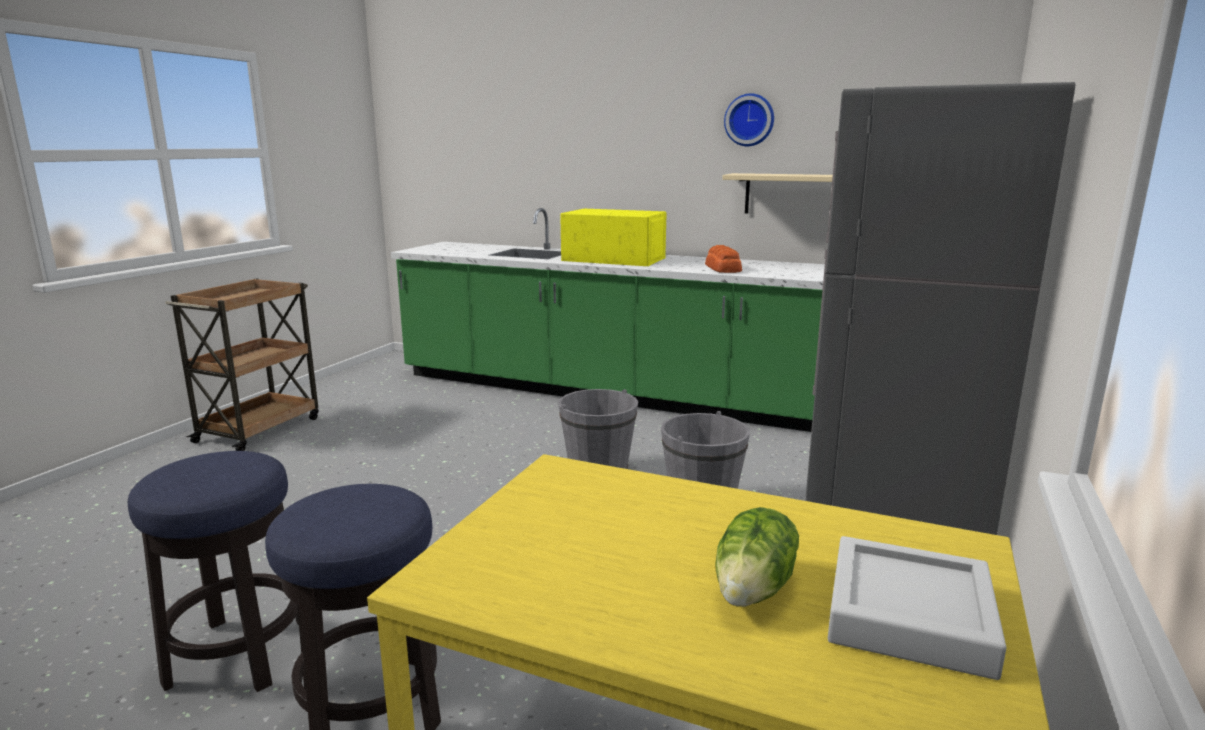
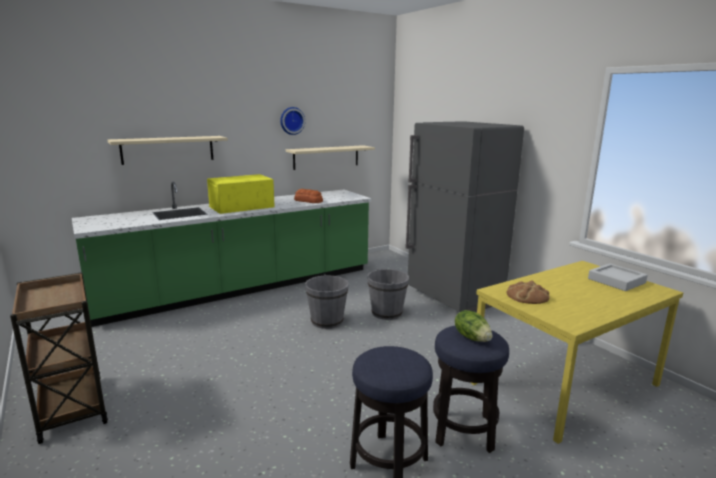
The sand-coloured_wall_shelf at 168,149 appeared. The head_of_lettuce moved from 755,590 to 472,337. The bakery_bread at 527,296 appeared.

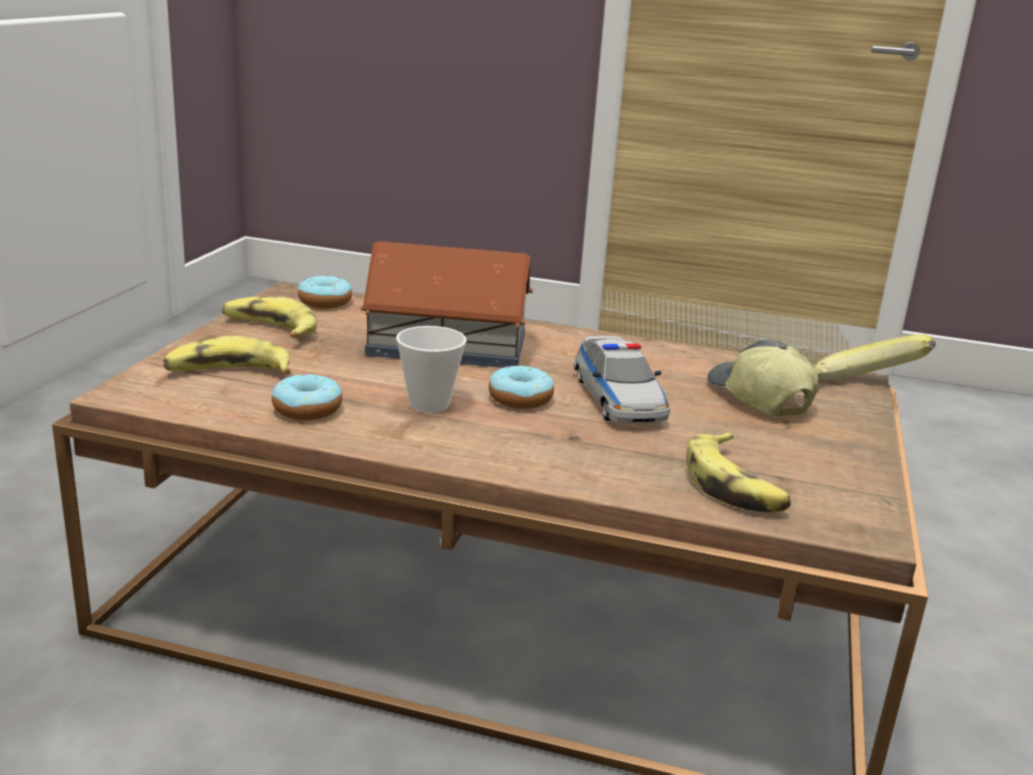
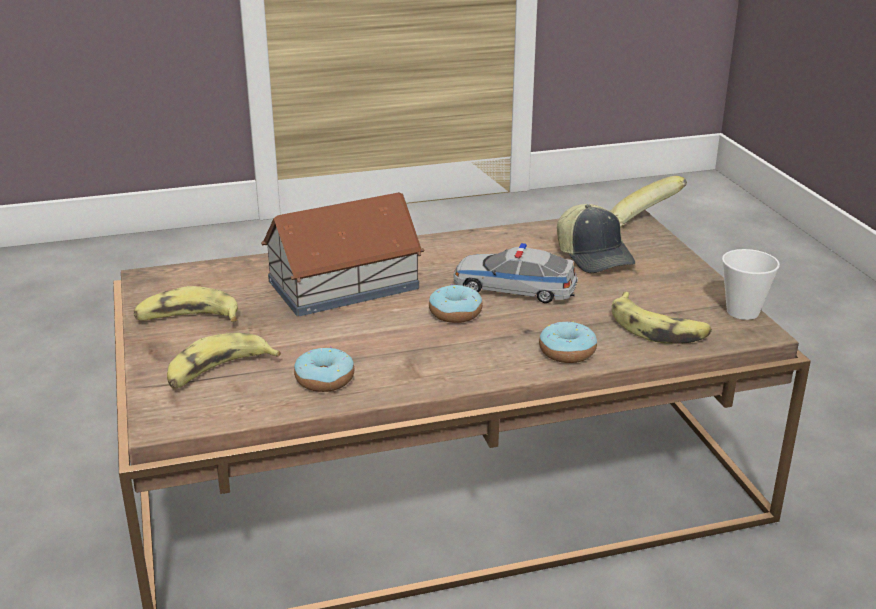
The model_car at 618,398 turned 150 degrees clockwise. The ring_doughnut moved from 325,302 to 567,352. The baseball_cap at 757,398 turned 150 degrees counterclockwise. The small_cup moved from 429,404 to 742,312.

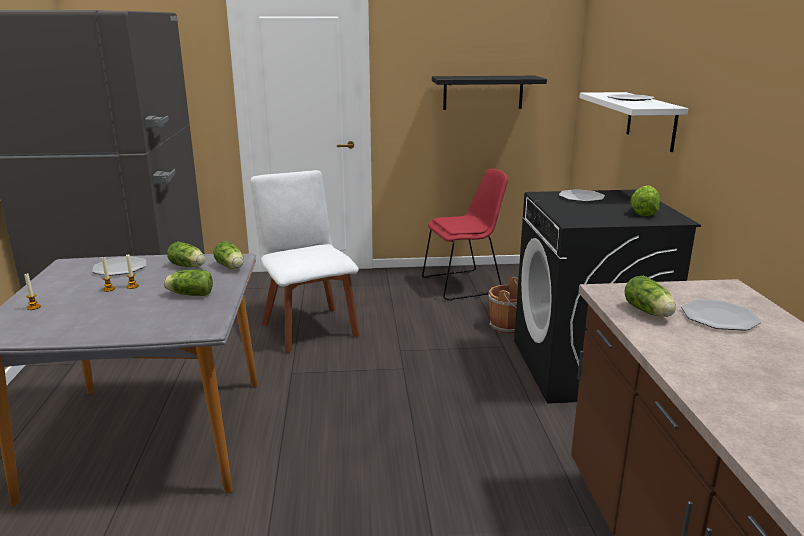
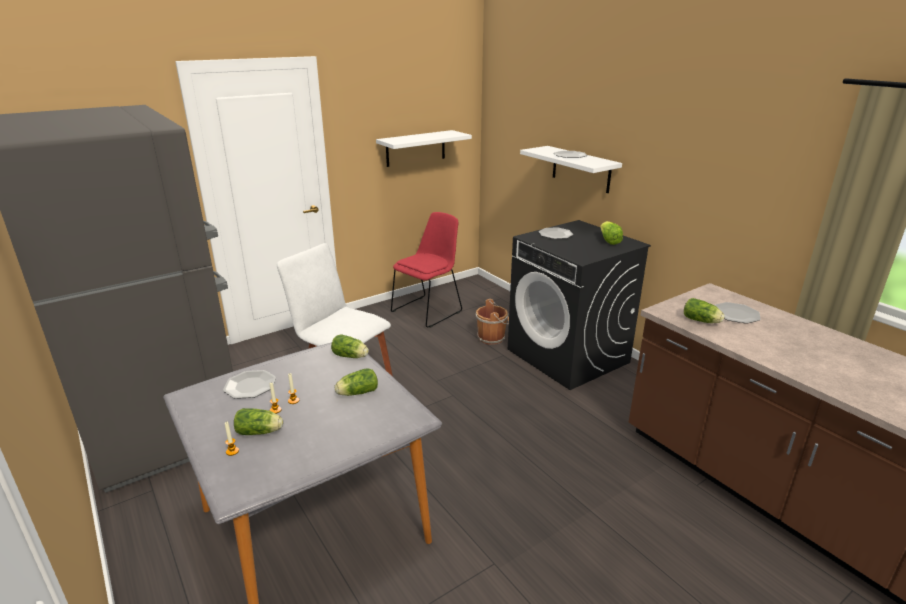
The head_of_lettuce moved from 188,266 to 260,432. The black_wall_shelf at 483,92 became the white_wall_shelf at 415,148.

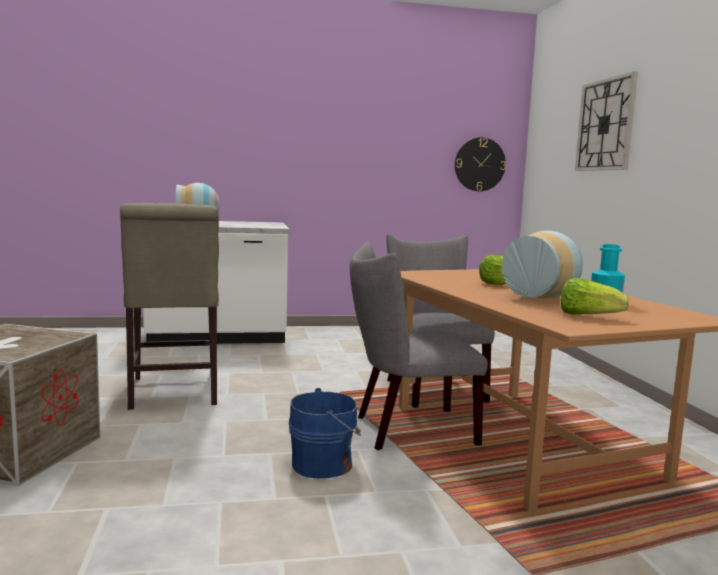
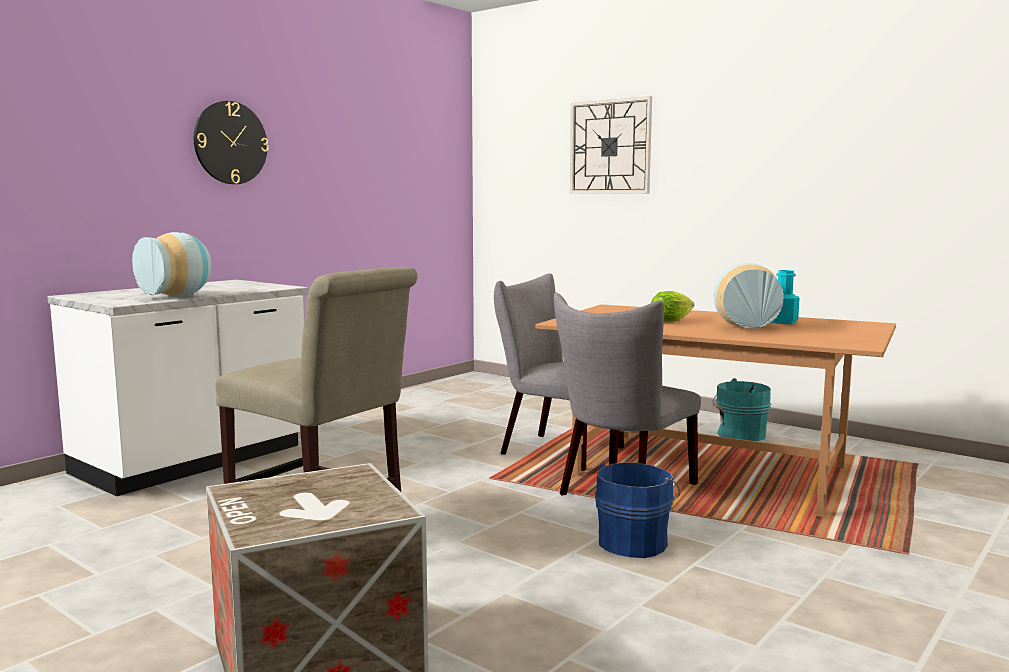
The clock_on_the_wall moved from 479,164 to 230,143. The blue-green_bucket at 738,435 appeared. The head_of_lettuce at 587,316 disappeared.

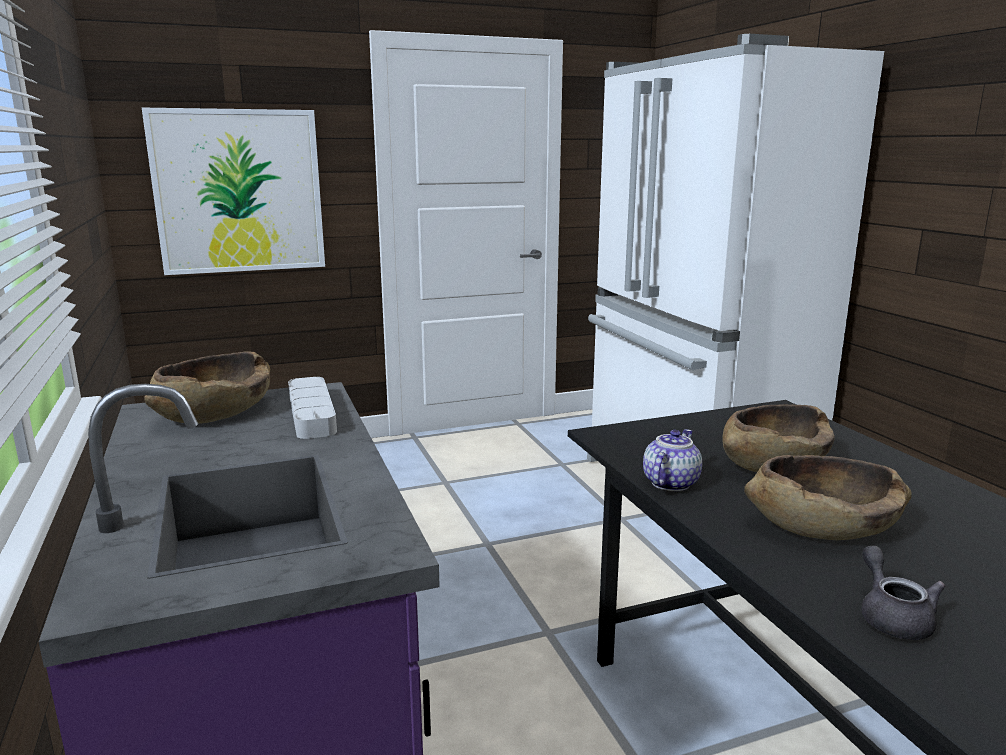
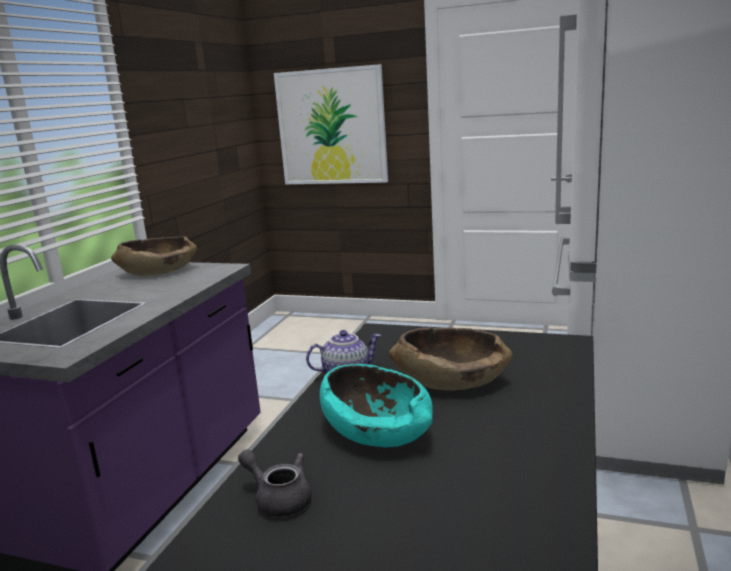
The greyish_teapot at 892,616 turned 90 degrees counterclockwise. The brown_deep_dish at 822,526 became the blue-green_deep_dish at 377,431. The greyish_carrying_tray at 311,413 disappeared.

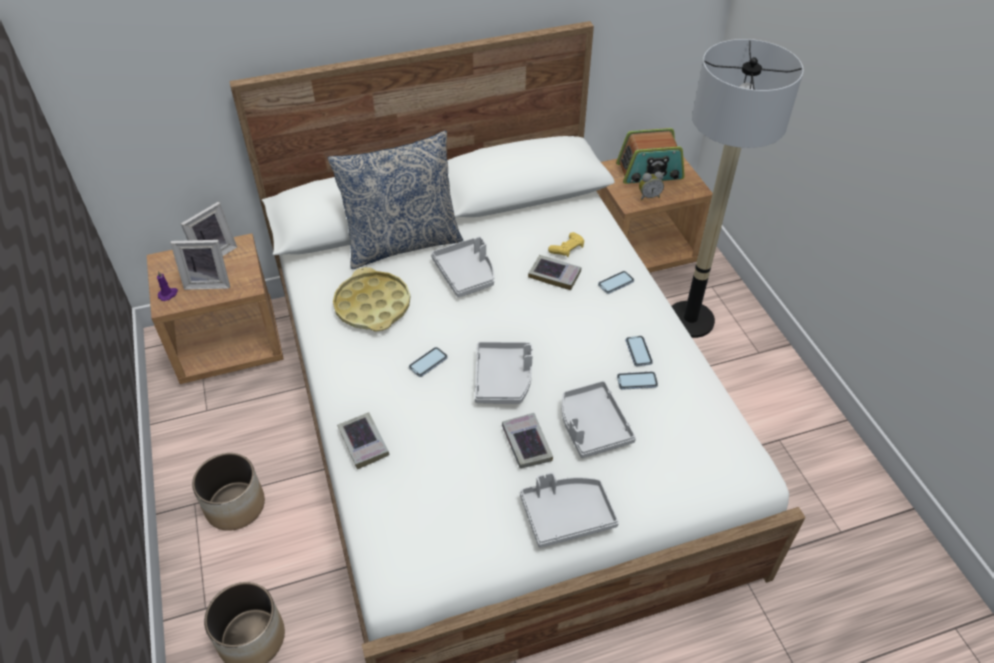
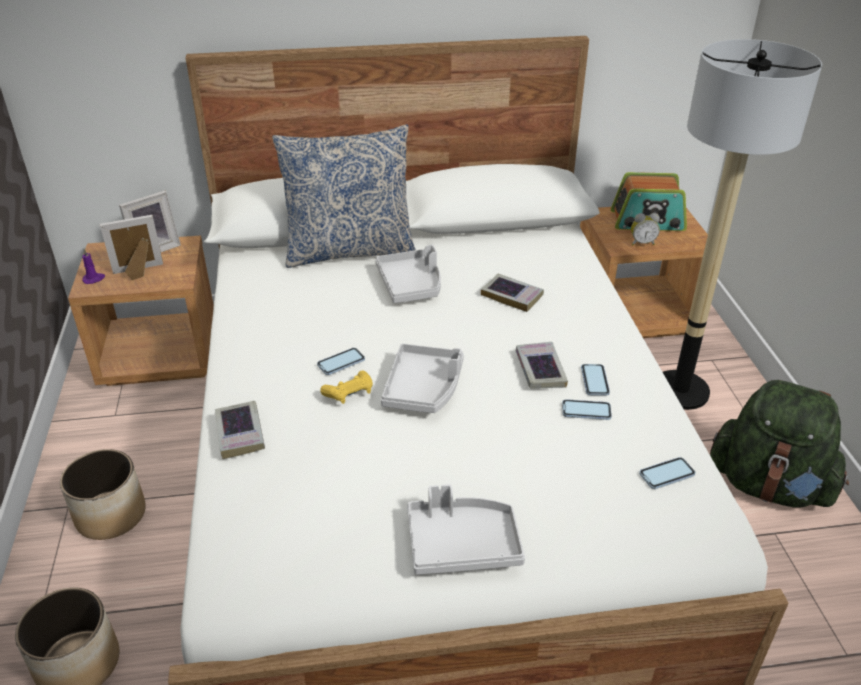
The picture_frame at 208,282 turned 150 degrees clockwise. The yellowish_game_controller moved from 567,249 to 349,393. The book moved from 526,443 to 540,370. The telephone moved from 615,283 to 666,474. The greenish_knapsack at 768,485 appeared. The yellowish_carrying_tray at 372,306 disappeared. The greyish_carrying_tray at 592,426 disappeared.

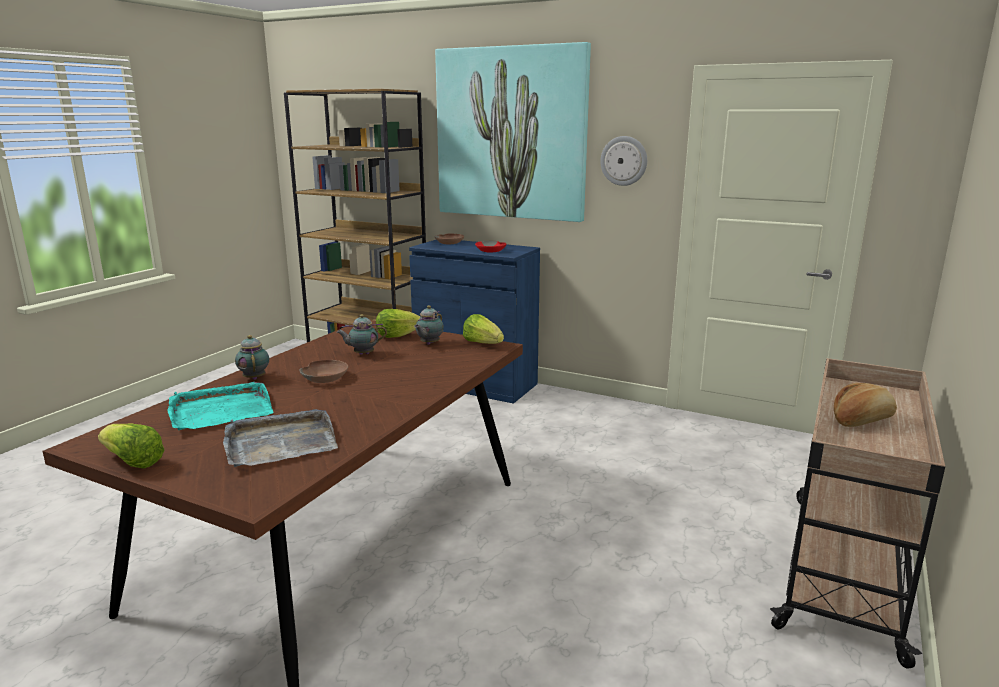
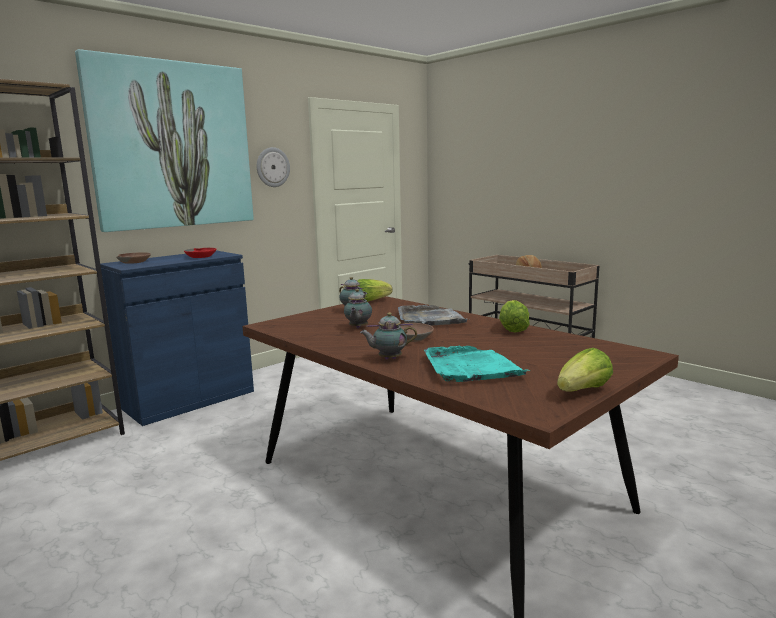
The greyish_carrying_tray moved from 279,442 to 430,319. The head_of_lettuce moved from 397,336 to 512,329.

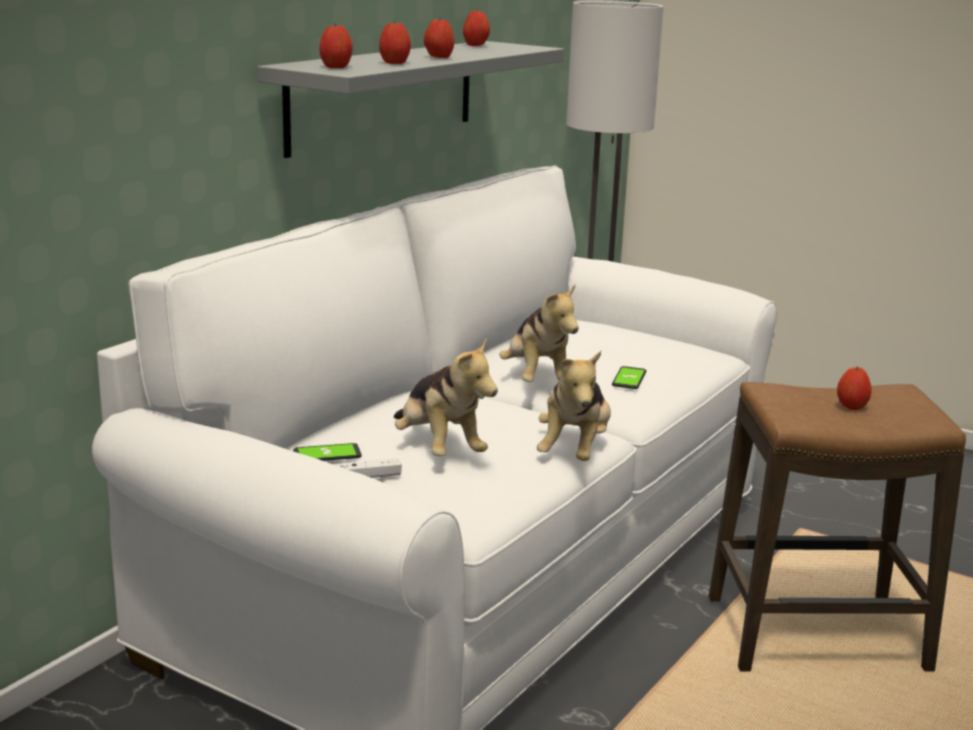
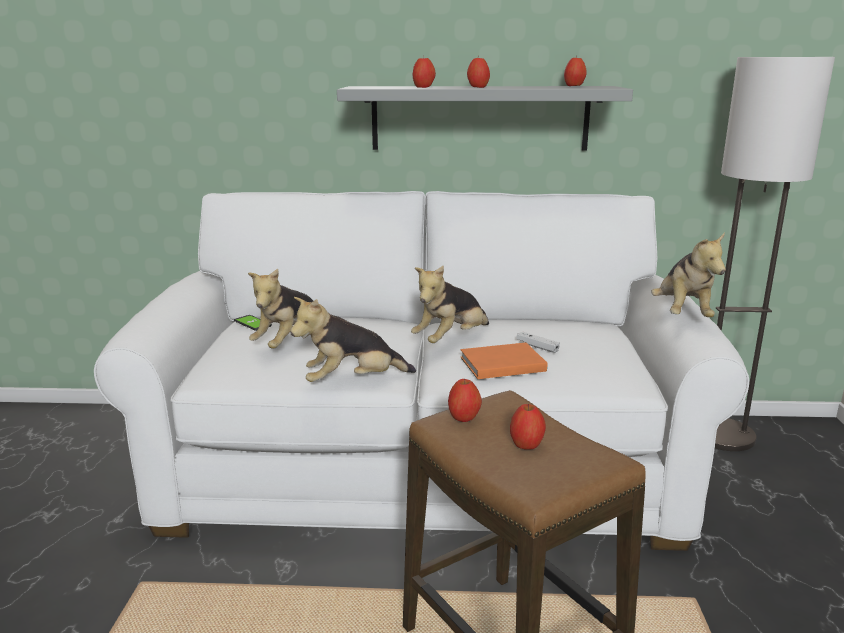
The whole_apple moved from 336,67 to 464,418. The telephone at 629,379 was replaced by the orange-coloured_book at 500,364. The white_game_controller moved from 367,477 to 537,347. The soft_toy at 682,314 appeared.

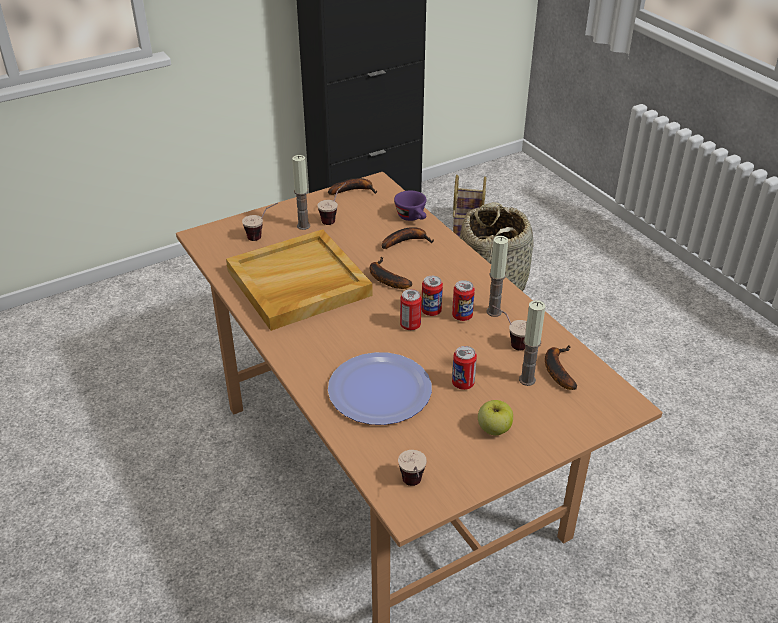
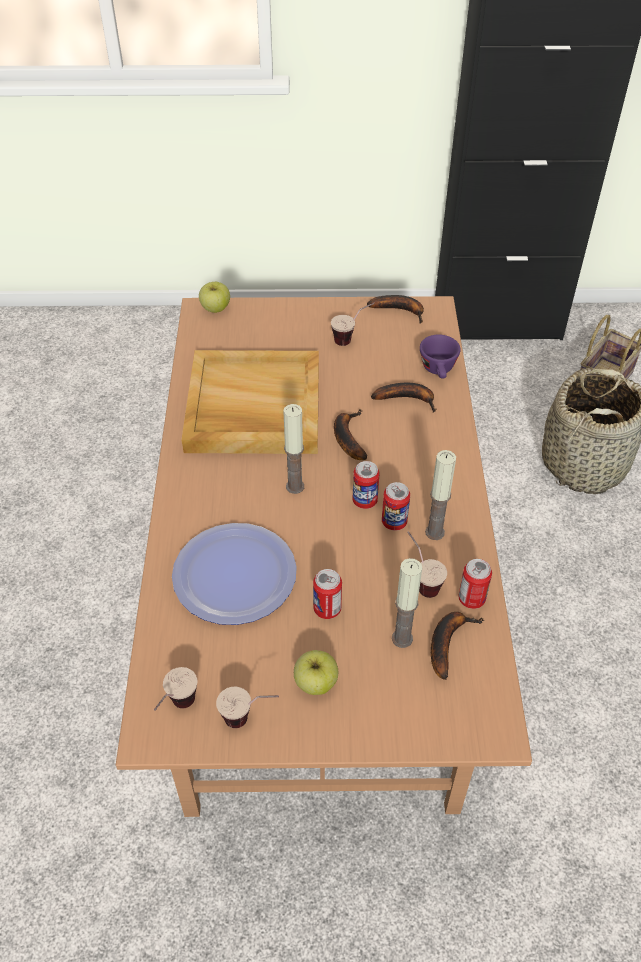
The whole_apple at 215,308 appeared. The small_cup moved from 262,235 to 250,719. The wax_light moved from 303,226 to 295,486. The can moved from 410,325 to 471,599.

